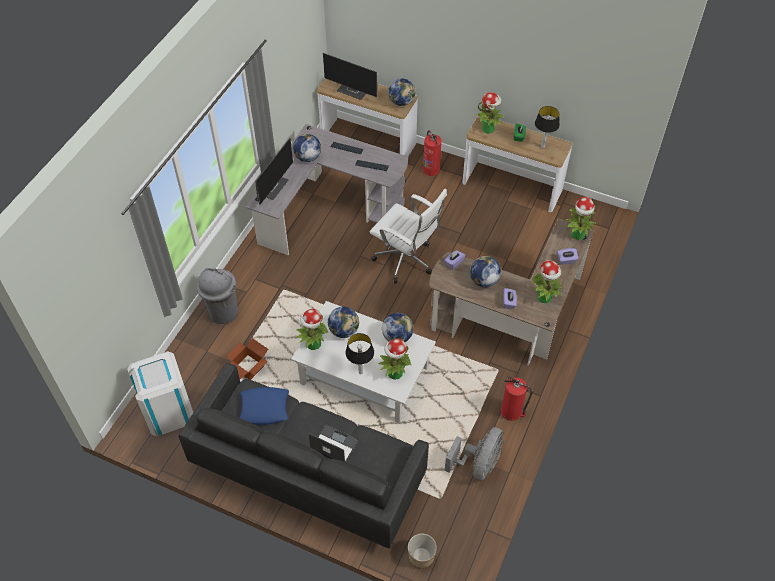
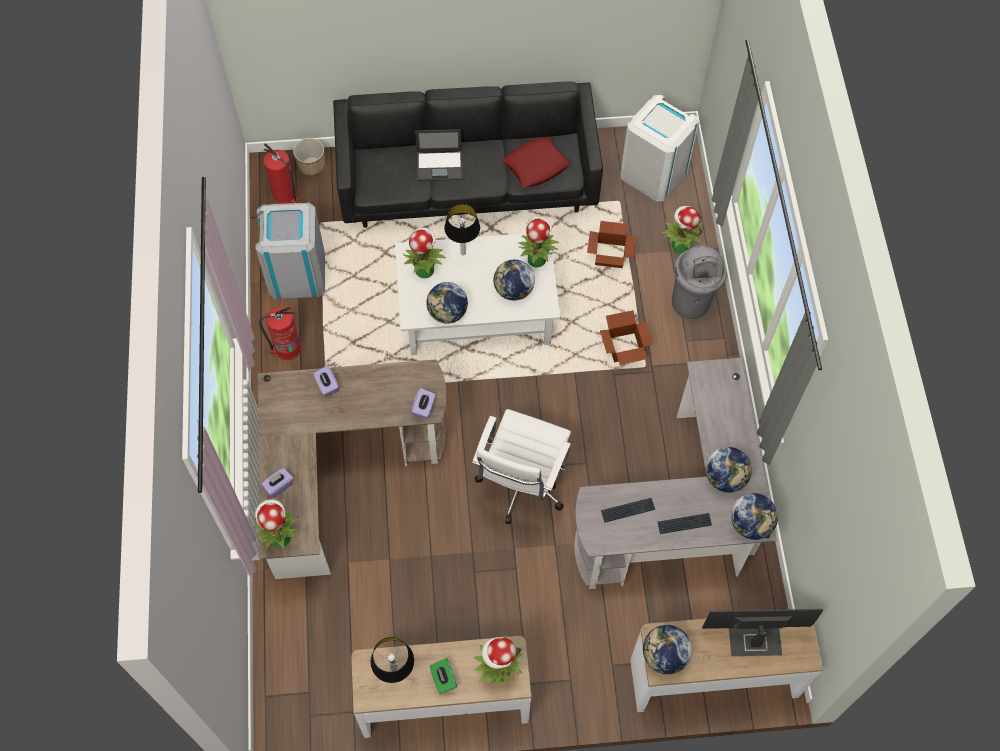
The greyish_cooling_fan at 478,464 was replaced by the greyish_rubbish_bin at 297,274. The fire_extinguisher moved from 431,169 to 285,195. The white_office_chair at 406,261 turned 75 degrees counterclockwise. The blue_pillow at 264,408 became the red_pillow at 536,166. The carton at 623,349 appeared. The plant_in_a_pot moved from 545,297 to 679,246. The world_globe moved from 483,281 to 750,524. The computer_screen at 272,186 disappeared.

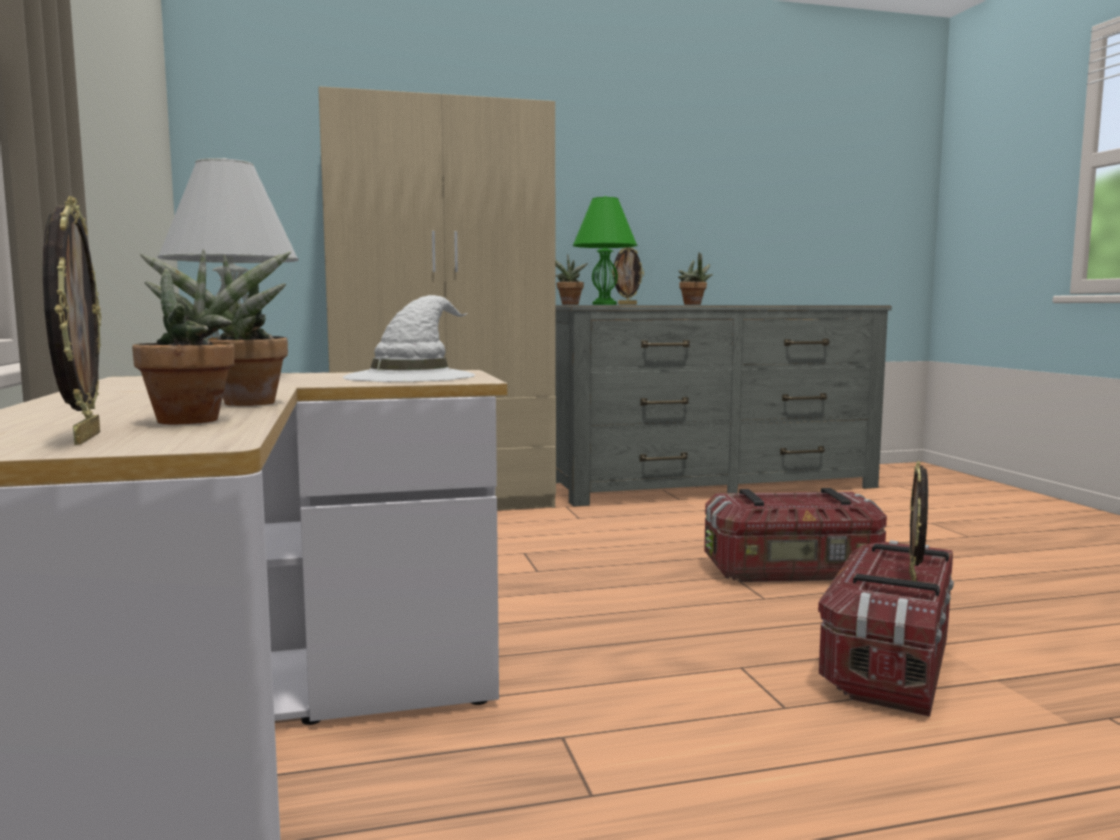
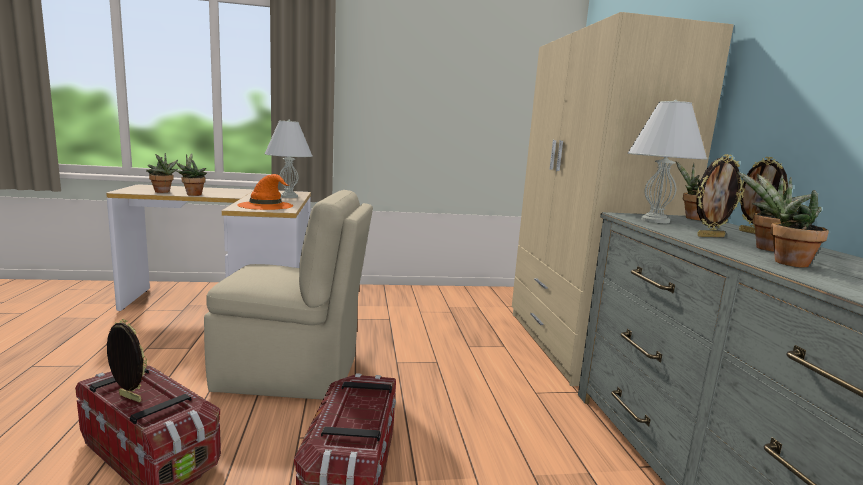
The sand-coloured_upright_chair at 292,373 appeared. The white_wearable_hat at 411,376 became the orange-coloured_wearable_hat at 266,205. The greenish_table_lamp at 603,304 became the white_table_lamp at 655,220. The picture_frame moved from 83,438 to 710,236. The plant_in_a_pot at 785,262 appeared.

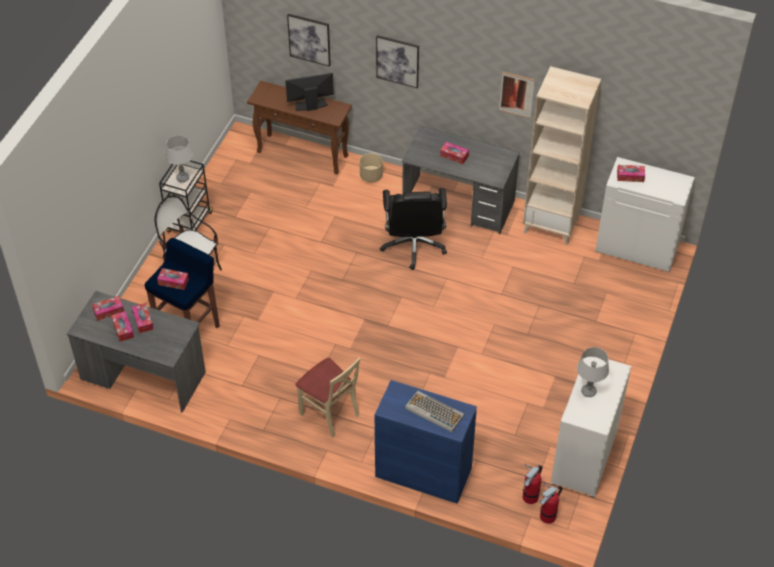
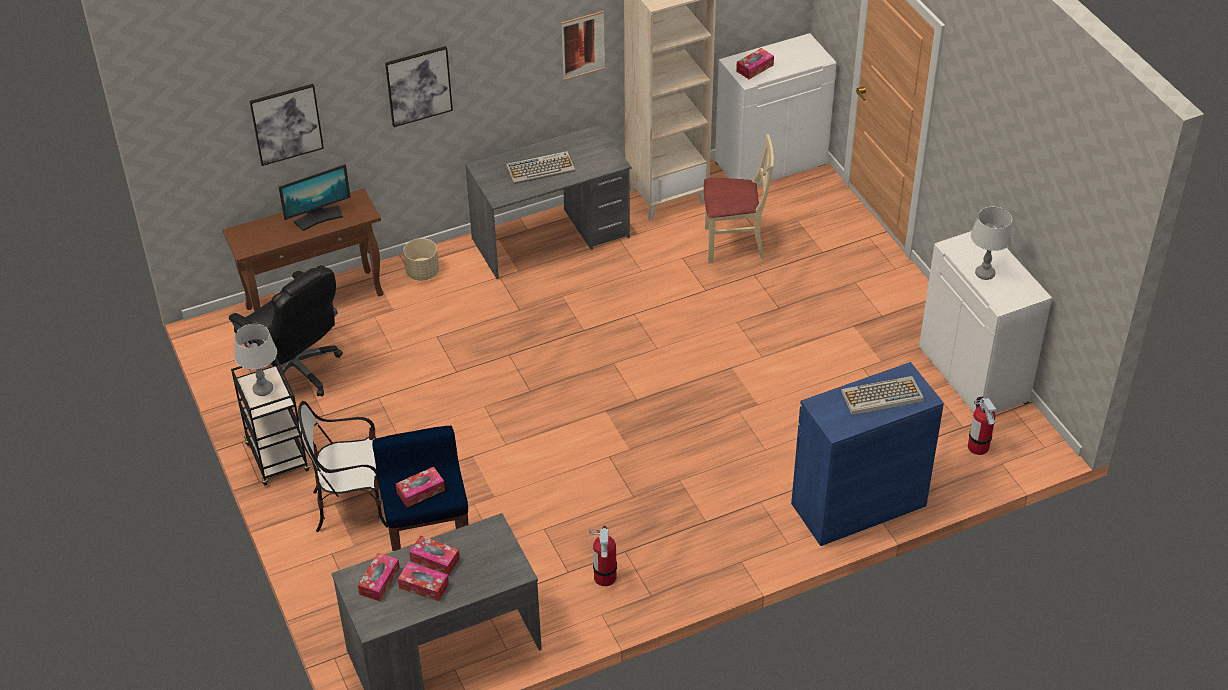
The black_office_chair moved from 414,246 to 295,371. The computer_screen at 310,105 turned 150 degrees counterclockwise. The tissue_holder at 454,156 was replaced by the computer_keyboard at 541,168. The fire_extinguisher moved from 548,516 to 605,577. The sand-coloured_upright_chair moved from 330,413 to 734,244.

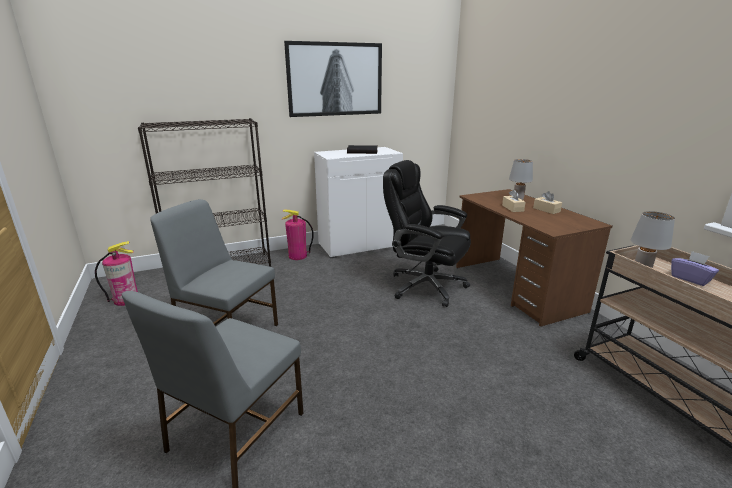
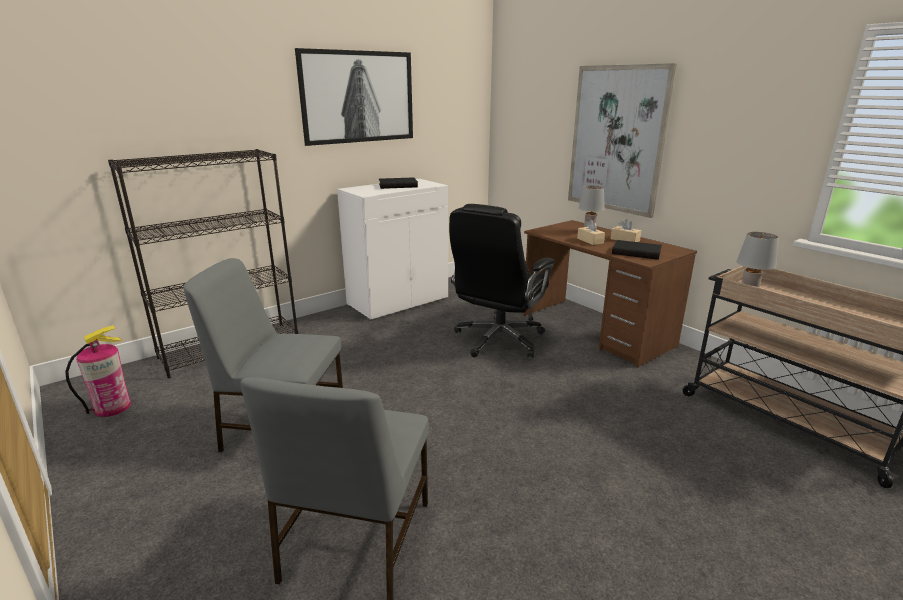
The black_office_chair at 425,286 turned 75 degrees counterclockwise. The wall_picture at 617,140 appeared. The black_book at 636,252 appeared. The fire_extinguisher at 297,256 disappeared. The purple-coloured_tissue_holder at 690,279 disappeared.

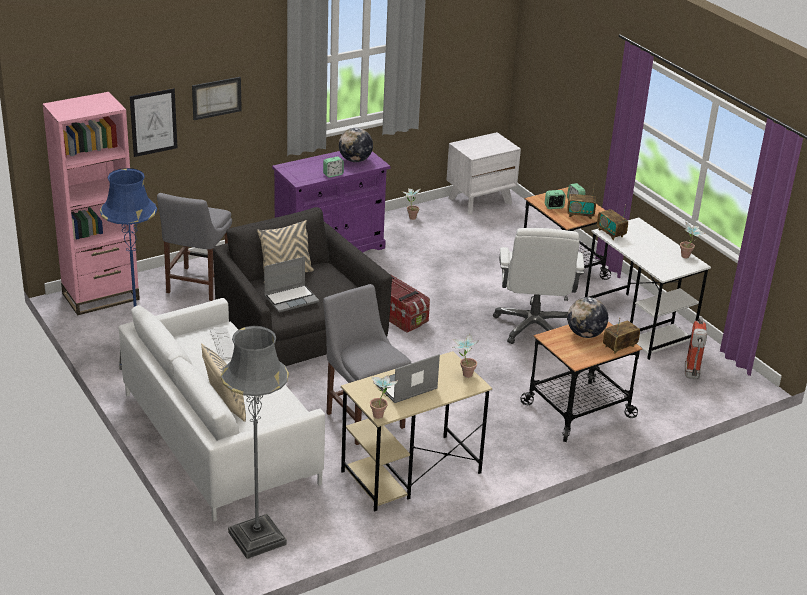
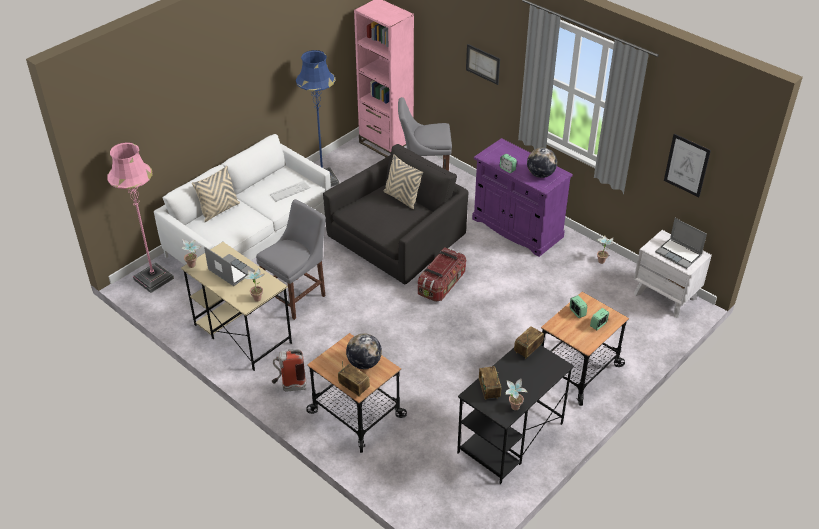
The greyish_standard_lamp at 257,538 became the pinkish_standard_lamp at 153,279. The fire_extinguisher moved from 691,375 to 289,387. The white_desk_table at 638,326 became the black_desk_table at 510,438. The radio moved from 580,214 to 489,390. The portable_computer moved from 291,299 to 679,254. The wall_picture moved from 153,122 to 687,165. The white_office_chair at 533,327 disappeared.

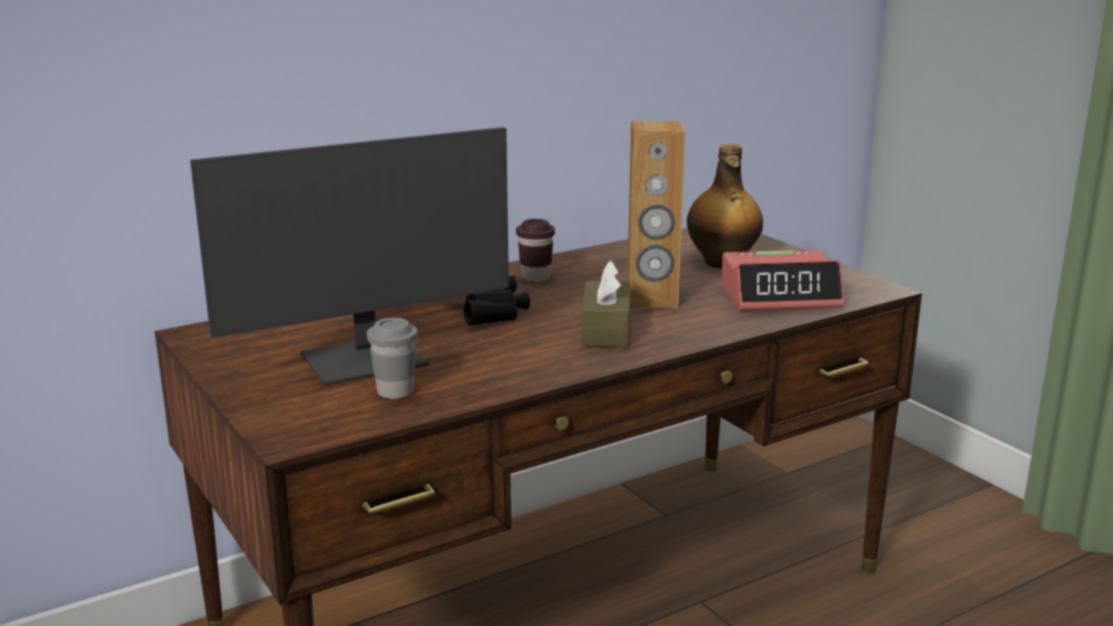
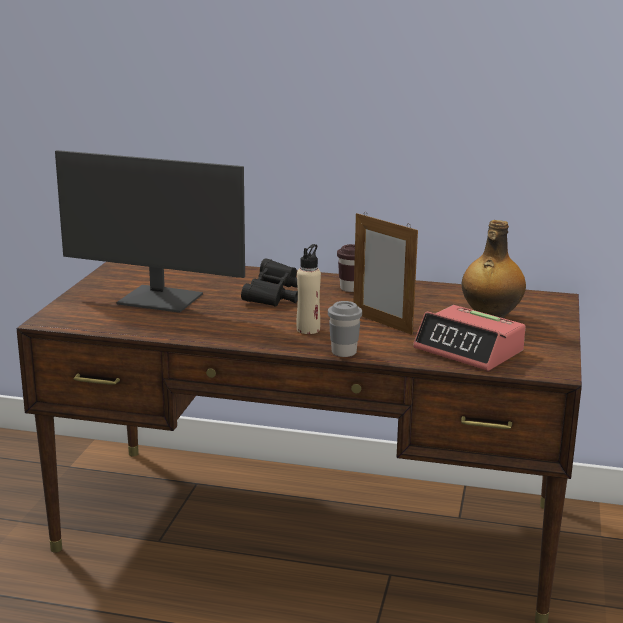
The brown_tissue_holder at 606,330 was replaced by the sand-coloured_drink_bottle at 308,329. The greyish_small_cup moved from 395,392 to 344,352. The brown_loudspeaker at 652,299 was replaced by the picture_frame at 382,323.

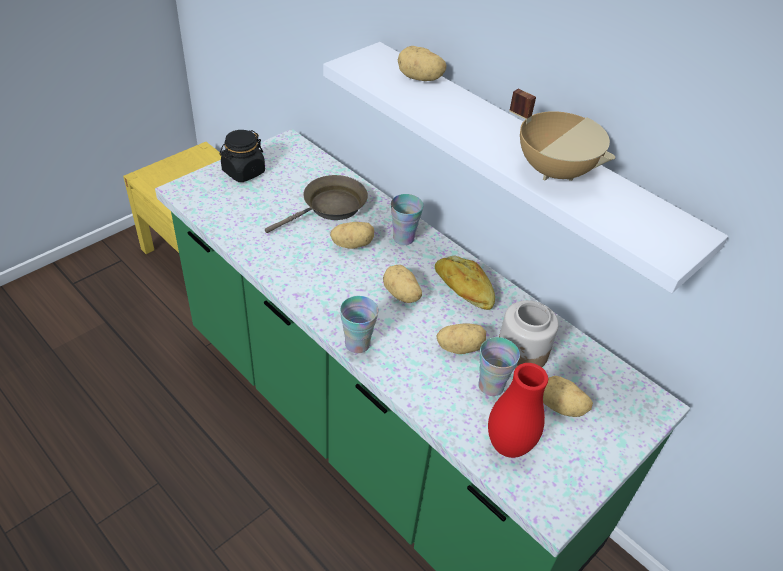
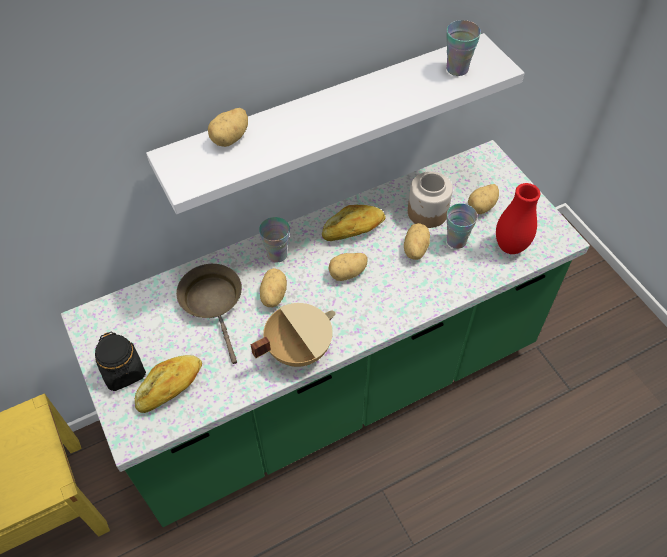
The bakery_bread at 170,388 appeared. The sand-coloured_cooking_pot moved from 554,170 to 298,348. The small_cup moved from 357,344 to 457,69.

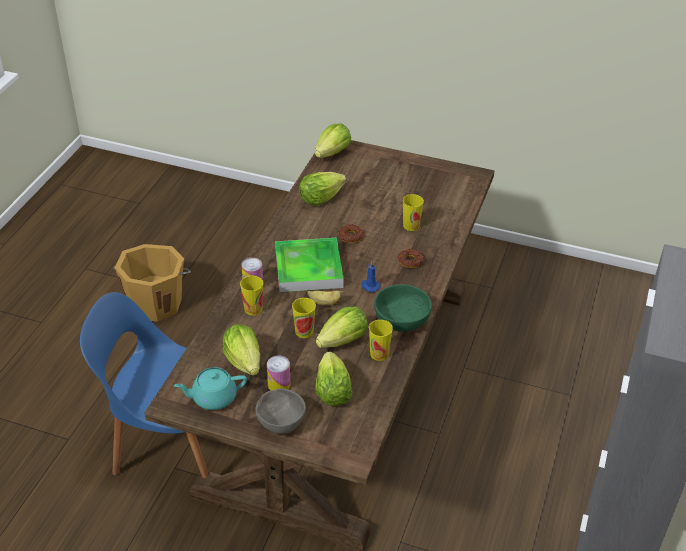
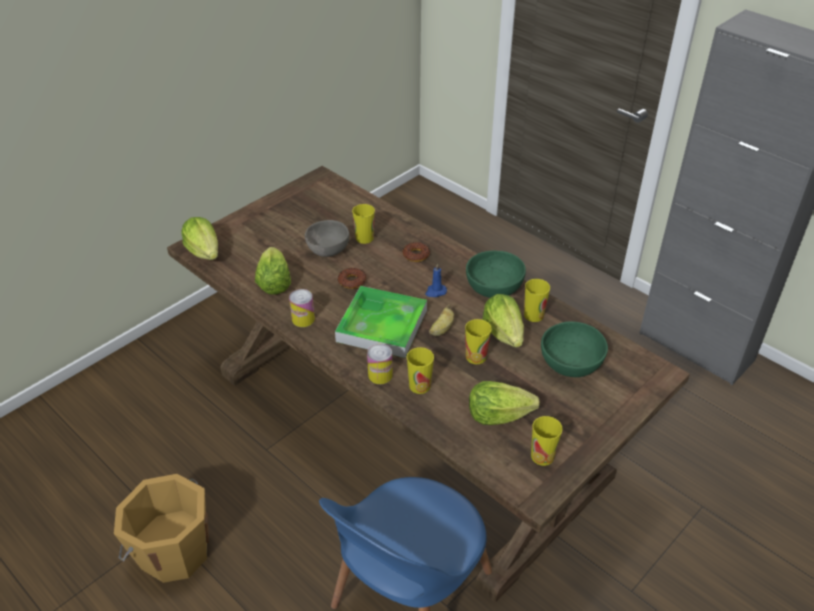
The can moved from 279,384 to 303,319. The greyish_deep_dish moved from 281,423 to 327,250. The blue-green_teapot at 213,398 was replaced by the small_cup at 542,456. The head_of_lettuce at 332,392 was replaced by the greenish_deep_dish at 571,362.

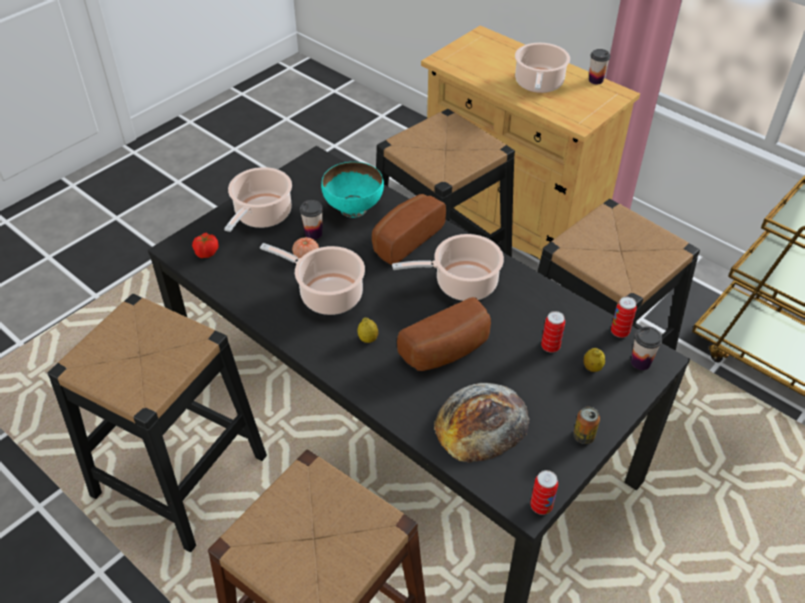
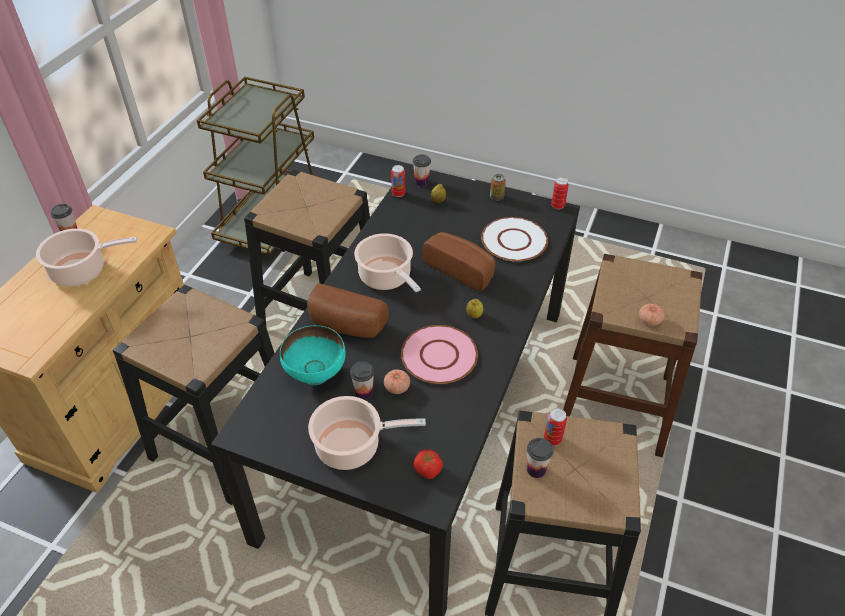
The cooking_pot at 327,294 was replaced by the pinkish_dinner_plate at 438,356. The bakery_bread at 482,422 was replaced by the white_dinner_plate at 514,240. The small_cup at 536,469 appeared. The can moved from 550,347 to 552,439. The whole_tomato at 649,320 appeared.

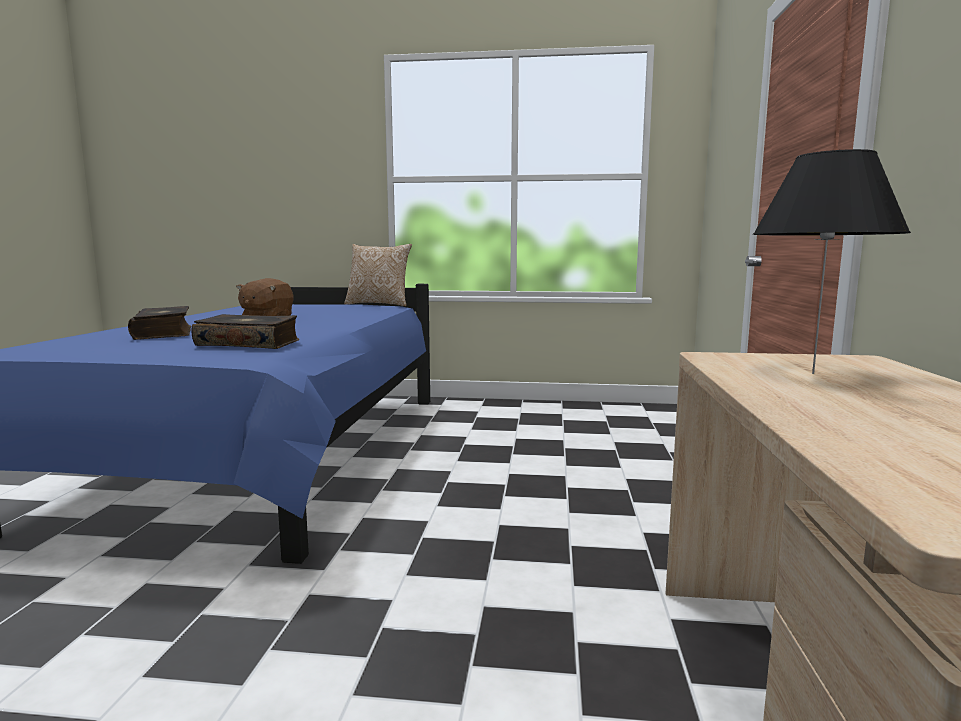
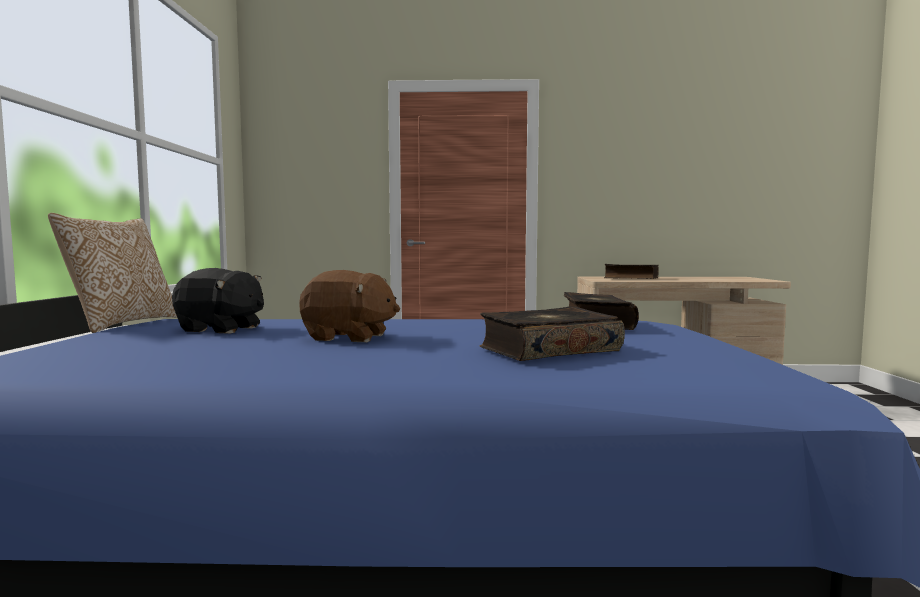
The black_soft_toy at 221,329 appeared. The black_table_lamp at 812,373 was replaced by the book at 630,278.

